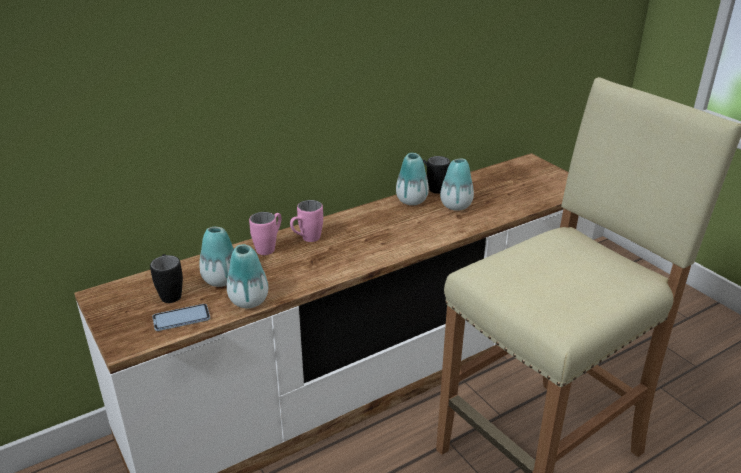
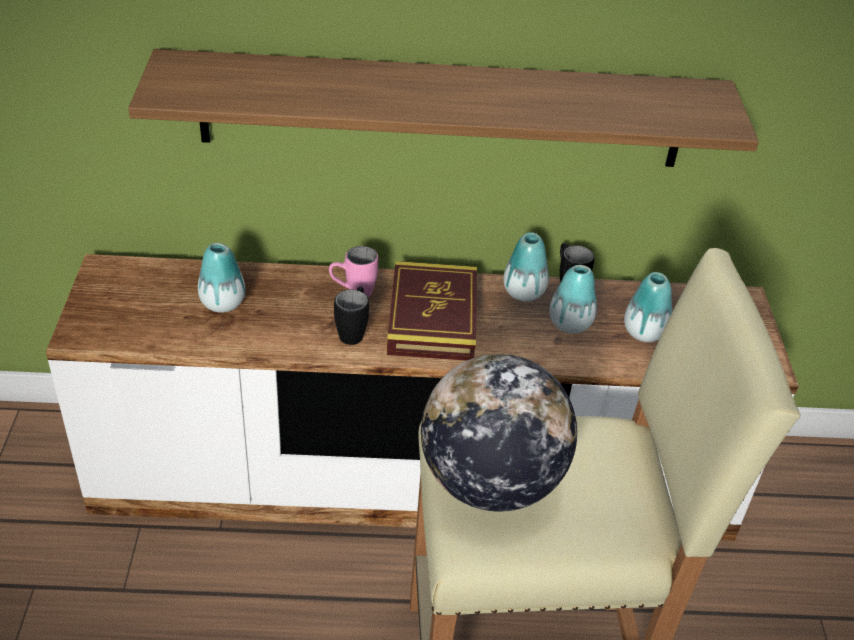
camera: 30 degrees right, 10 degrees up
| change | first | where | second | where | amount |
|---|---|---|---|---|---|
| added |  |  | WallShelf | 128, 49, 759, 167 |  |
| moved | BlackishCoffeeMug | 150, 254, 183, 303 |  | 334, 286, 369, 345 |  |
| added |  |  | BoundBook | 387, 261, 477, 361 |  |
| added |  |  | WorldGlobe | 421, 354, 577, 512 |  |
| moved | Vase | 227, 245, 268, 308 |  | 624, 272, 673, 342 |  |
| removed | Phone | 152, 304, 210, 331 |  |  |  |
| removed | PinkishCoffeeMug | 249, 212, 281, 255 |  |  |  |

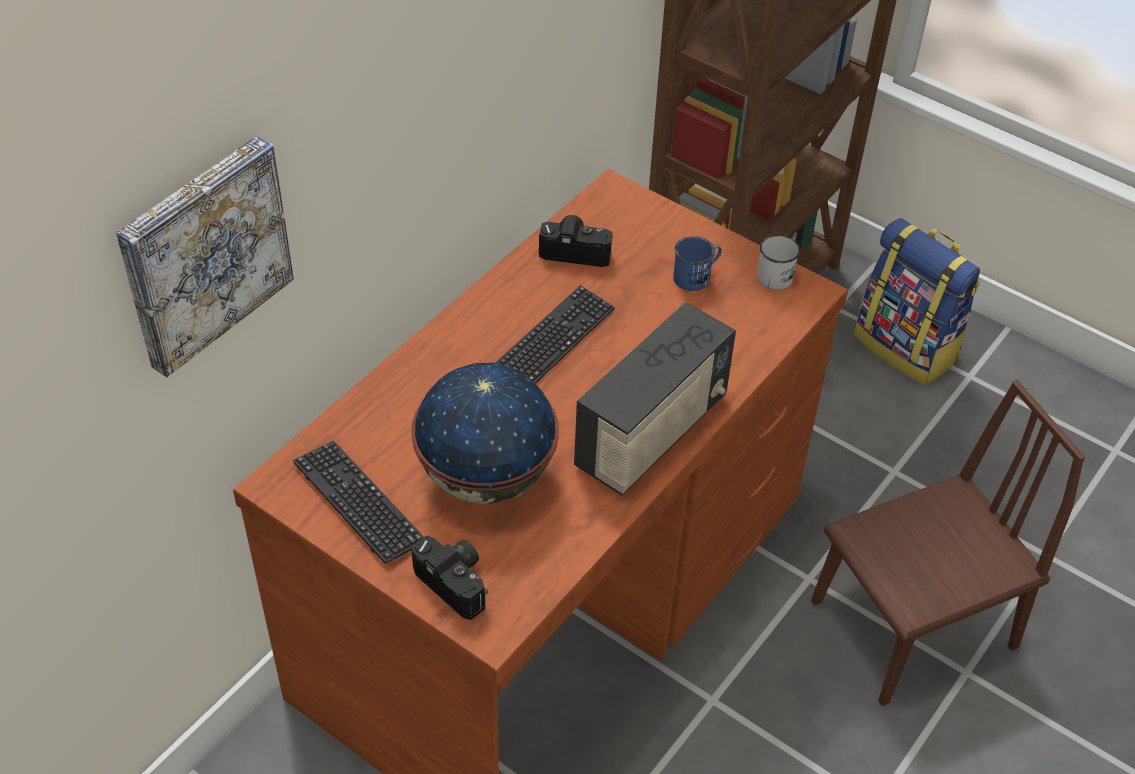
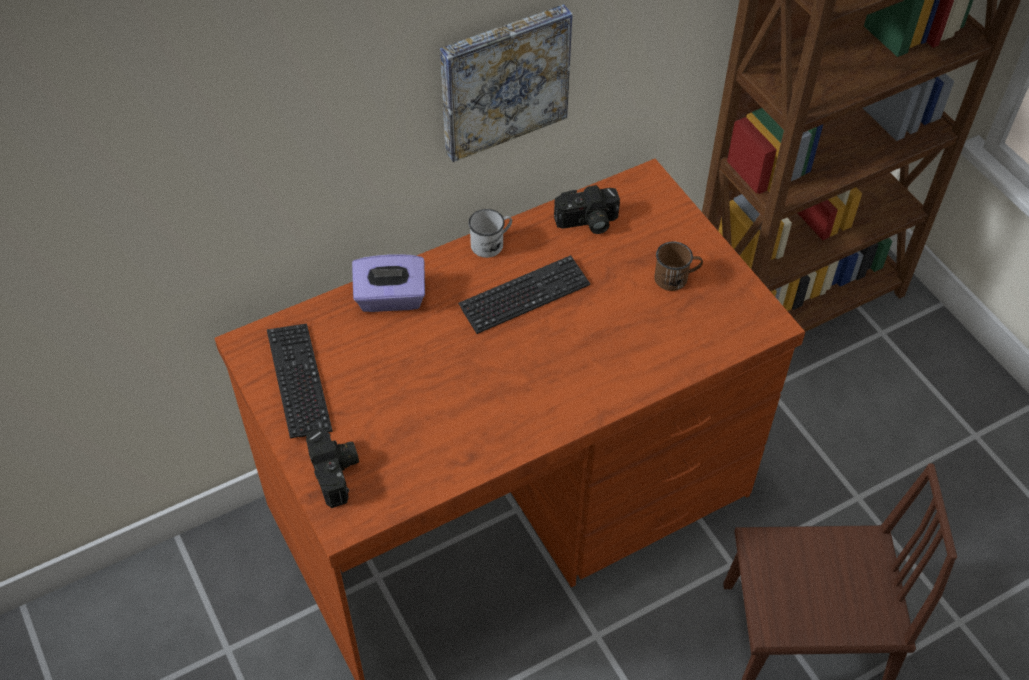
camera: 25 degrees right, 5 degrees up
| change | first | where | second | where | amount |
|---|---|---|---|---|---|
| added |  |  | PurpleTissueBox | 352, 254, 425, 312 |  |
| moved | Picture | 116, 136, 294, 377 |  | 440, 4, 572, 162 |  |
| moved | WhitishCoffeeMug | 757, 235, 800, 290 |  | 468, 209, 512, 258 |  |
| turned | StillCamera | 539, 215, 613, 267 |  | 554, 185, 620, 234 | 135 degrees clockwise |
| recoloured | BlueCoffeeMug | 673, 236, 722, 291 | BrownishCoffeeMug | 654, 242, 703, 291 |  |
| removed | WorldGlobe | 411, 363, 559, 504 |  |  |  |
| removed | RadioReceiver | 574, 302, 736, 496 |  |  |  |
| removed | Backpack | 854, 218, 980, 385 |  |  |  |

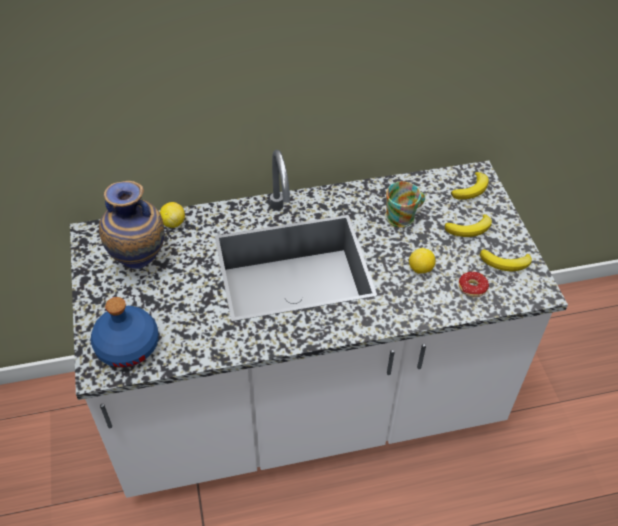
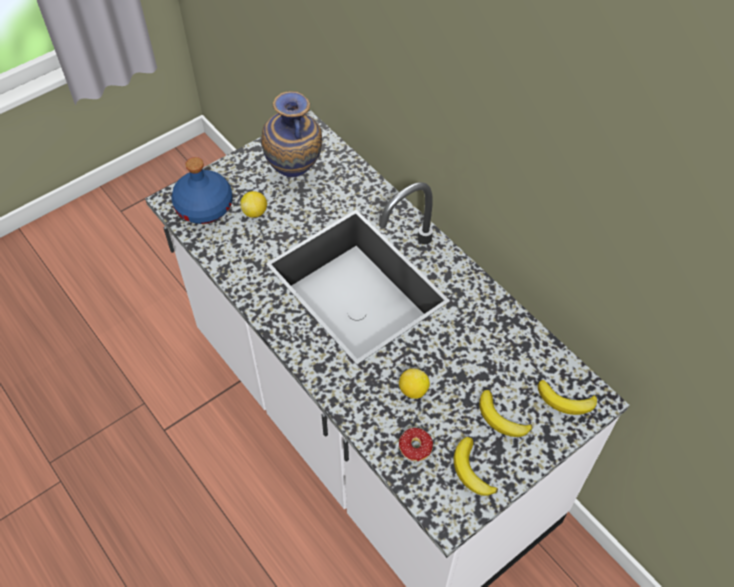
camera: 65 degrees right, 5 degrees up
| change | first | where | second | where | amount |
|---|---|---|---|---|---|
| moved | Lemon | 160, 202, 185, 228 |  | 240, 191, 267, 218 |  |
| removed | CoffeeMug | 386, 182, 425, 228 |  |  |  |

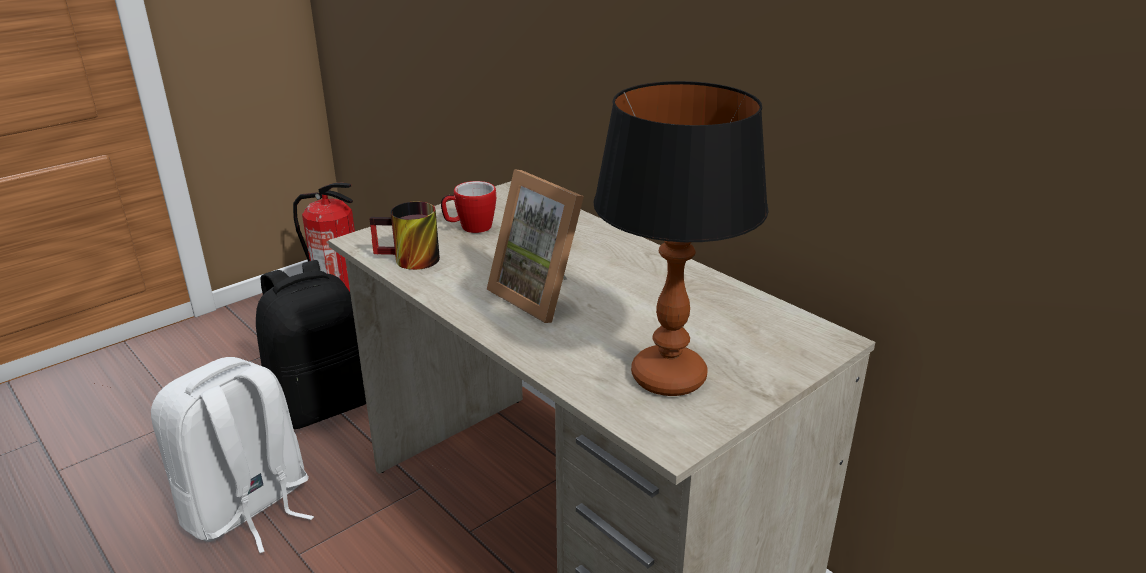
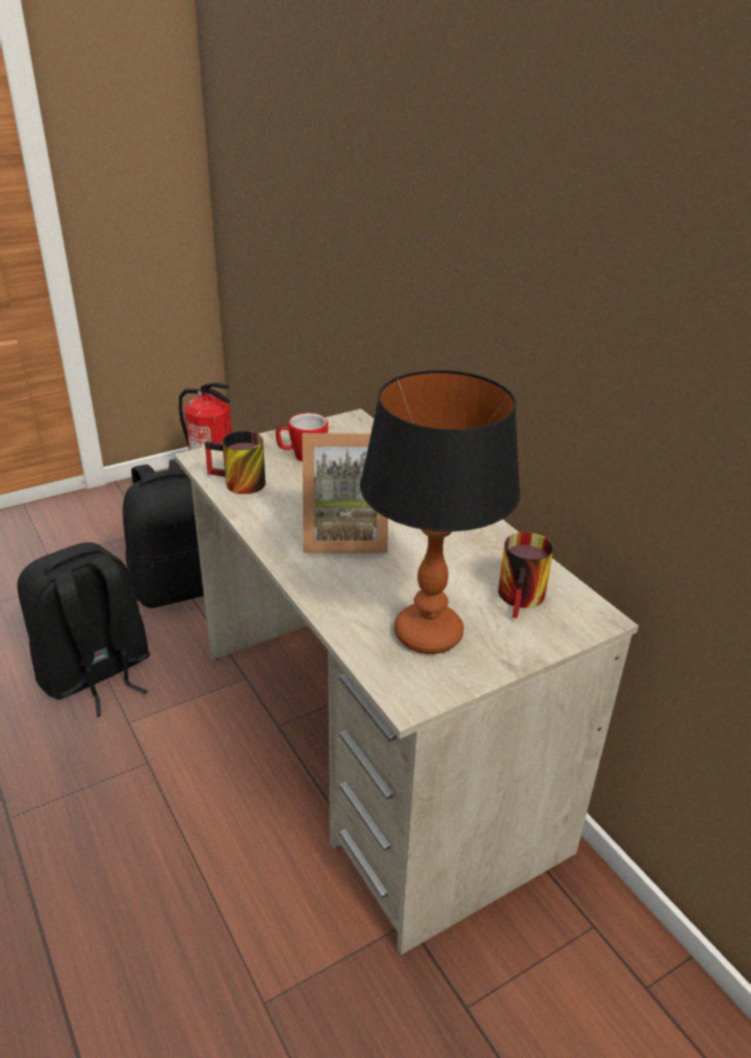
camera: 10 degrees right, 5 degrees up
| change | first | where | second | where | amount |
|---|---|---|---|---|---|
| recoloured | WhitishBackpack | 151, 357, 314, 553 | BlackishBackpack | 17, 542, 150, 717 |  |
| turned | StandingFrame | 487, 169, 584, 323 |  | 302, 433, 388, 553 | 60 degrees counterclockwise |
| added |  |  | CoffeeMug | 498, 532, 553, 618 |  |

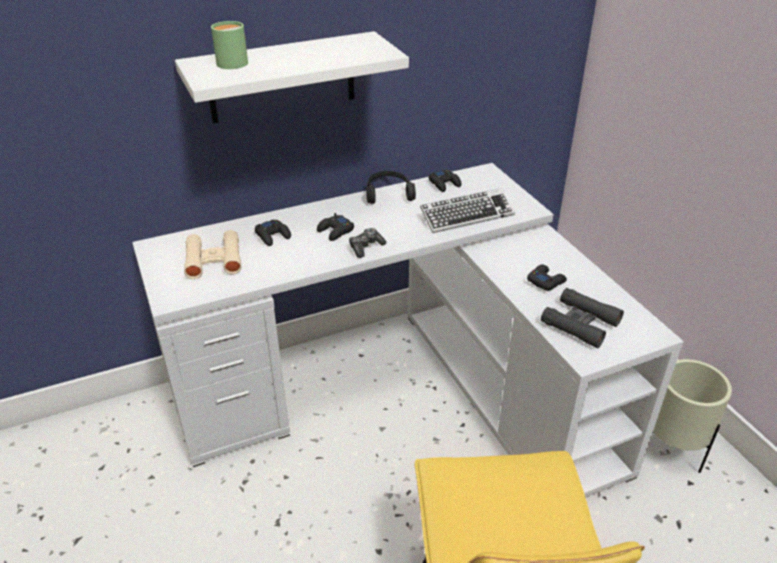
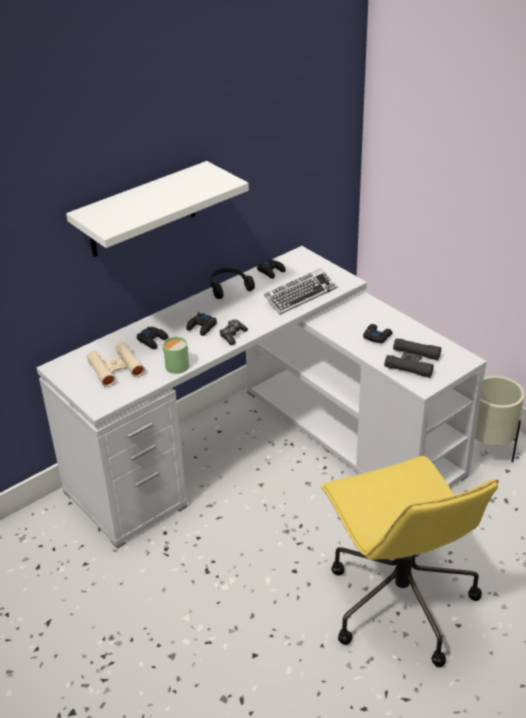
camera: 15 degrees left, 0 degrees up
| change | first | where | second | where | amount |
|---|---|---|---|---|---|
| moved | GreenCoffeeMug | 211, 21, 248, 69 |  | 163, 337, 189, 374 |  |

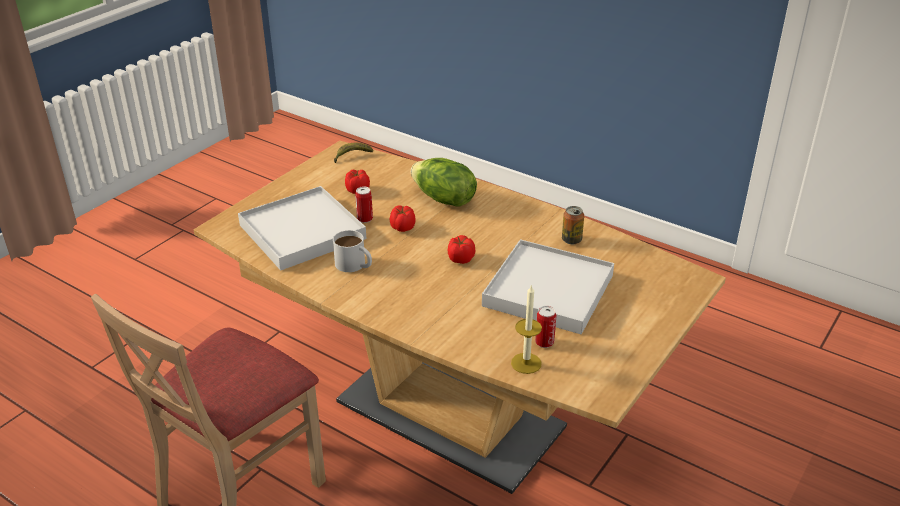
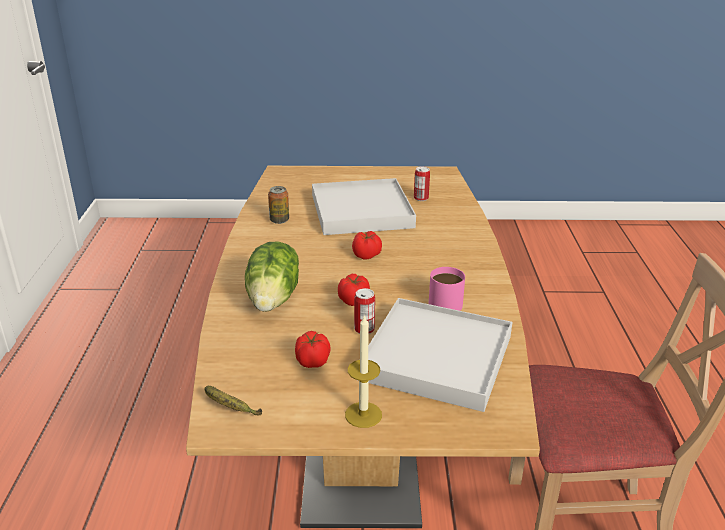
camera: 125 degrees left, 5 degrees down
| change | first | where | second | where | amount |
|---|---|---|---|---|---|
| moved | WaxCandle | 511, 284, 542, 374 |  | 345, 314, 382, 428 |  |
| recoloured | WhitishCoffeeMug | 333, 230, 372, 272 | PinkishCoffeeMug | 429, 267, 465, 311 |  |

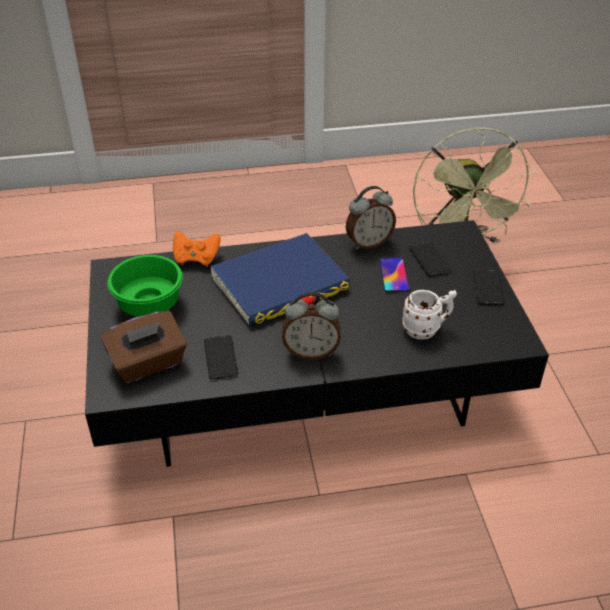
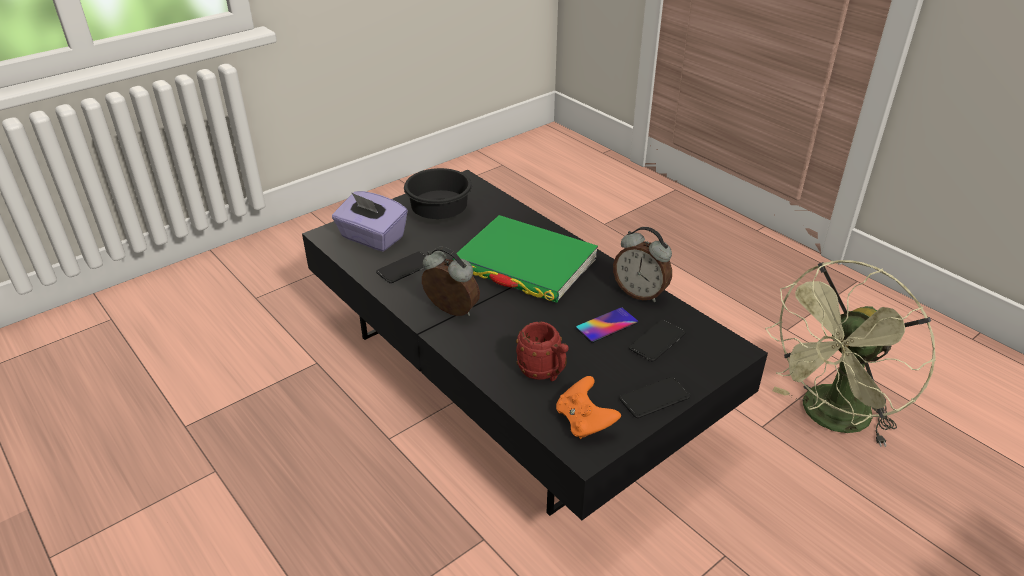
camera: 60 degrees right, 5 degrees down
| change | first | where | second | where | amount |
|---|---|---|---|---|---|
| recoloured | BrownishTissueBox | 100, 311, 187, 383 | PurpleTissueBox | 332, 191, 408, 251 |  |
| recoloured | GreenDeepDish | 107, 255, 183, 317 | BlackishDeepDish | 404, 168, 472, 219 |  |
| turned | TableClock | 282, 292, 341, 360 |  | 422, 247, 480, 316 | 150 degrees clockwise |
| recoloured | BlueBoundBook | 210, 233, 351, 326 | GreenBoundBook | 453, 215, 598, 303 |  |
| recoloured | WhitishCoffeeMug | 402, 290, 457, 340 | RedCoffeeMug | 516, 322, 569, 381 |  |
| moved | OrangeyGameController | 173, 231, 221, 267 |  | 556, 376, 621, 439 |  |

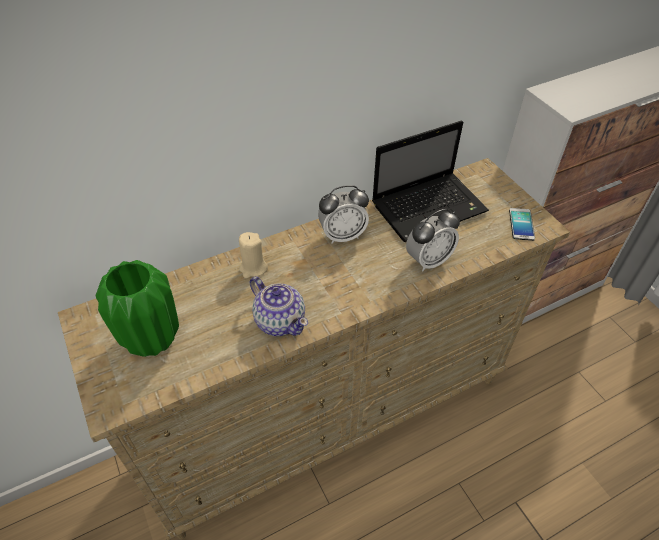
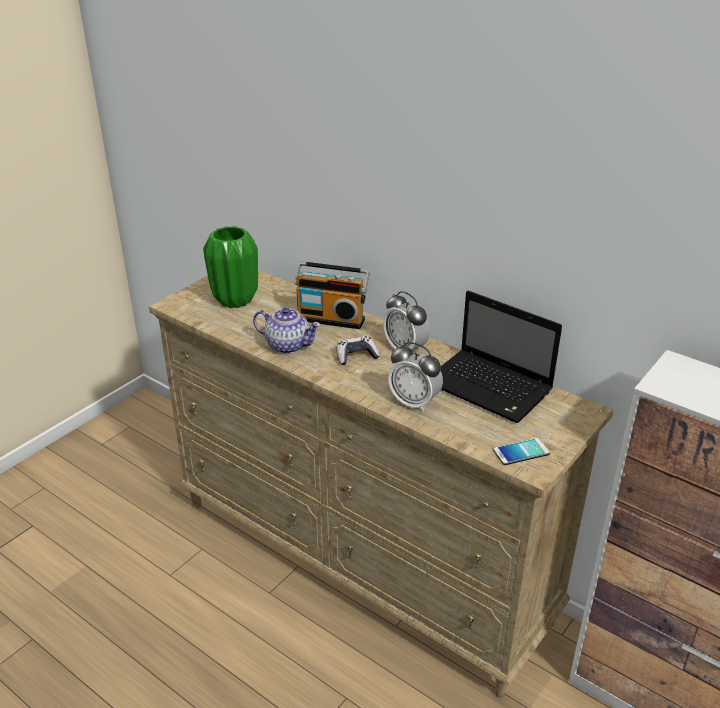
camera: 65 degrees right, 15 degrees down
| change | first | where | second | where | amount |
|---|---|---|---|---|---|
| turned | PotForTea | 250, 276, 308, 336 |  | 253, 308, 321, 354 | 90 degrees counterclockwise |
| replaced | BeigeWaxCandle | 239, 232, 268, 278 | RadioReceiver | 294, 261, 370, 329 |  |
| added |  |  | GameController | 337, 336, 380, 365 |  |

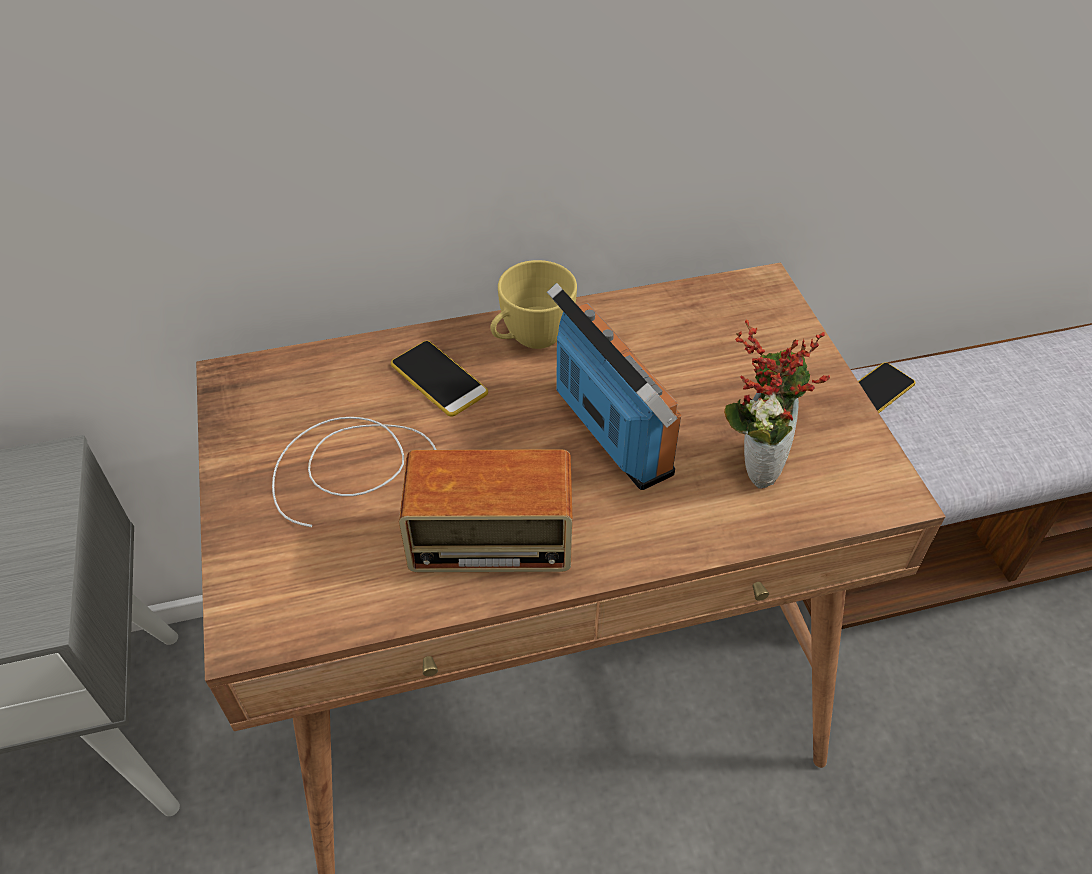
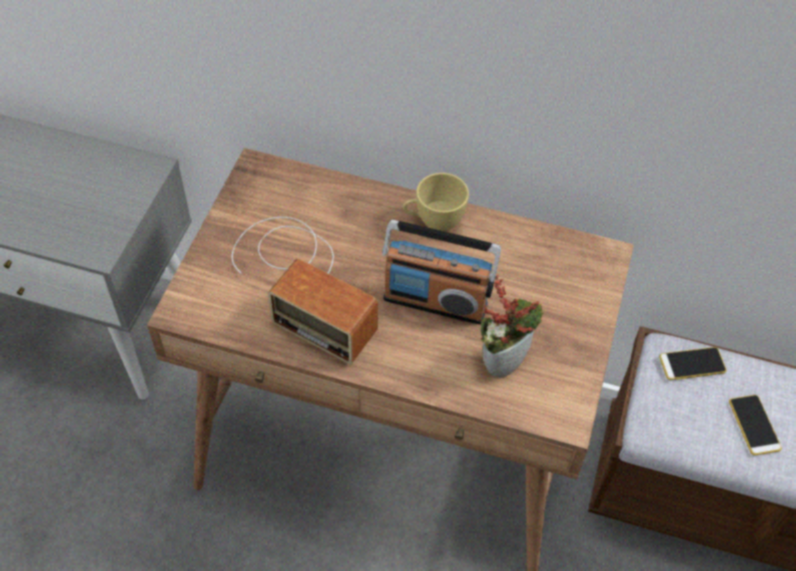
camera: 30 degrees right, 5 degrees up
| change | first | where | second | where | amount |
|---|---|---|---|---|---|
| turned | RadioReceiver | 547, 283, 681, 490 |  | 382, 220, 501, 325 | 105 degrees clockwise |
| moved | Phone | 391, 341, 488, 417 |  | 729, 395, 782, 456 |  |

